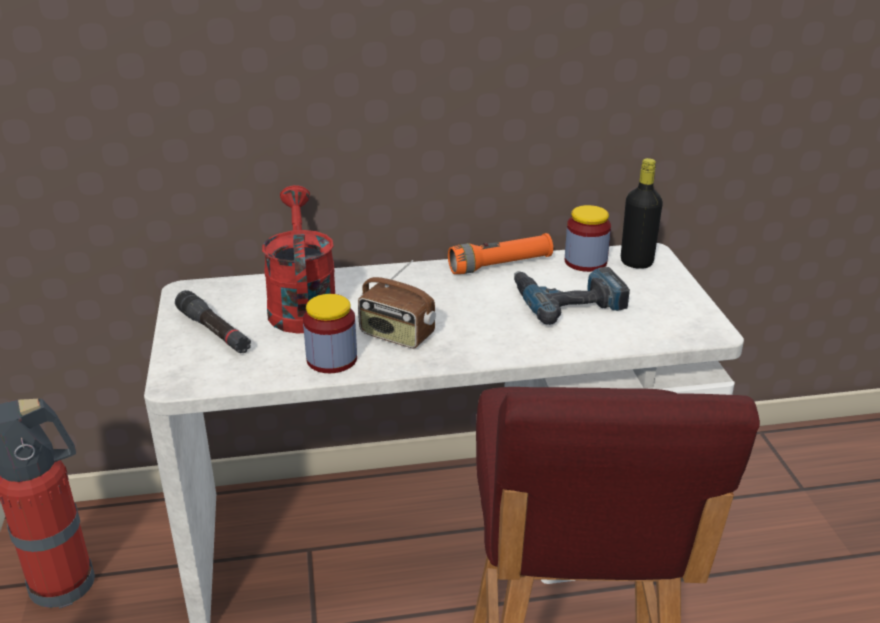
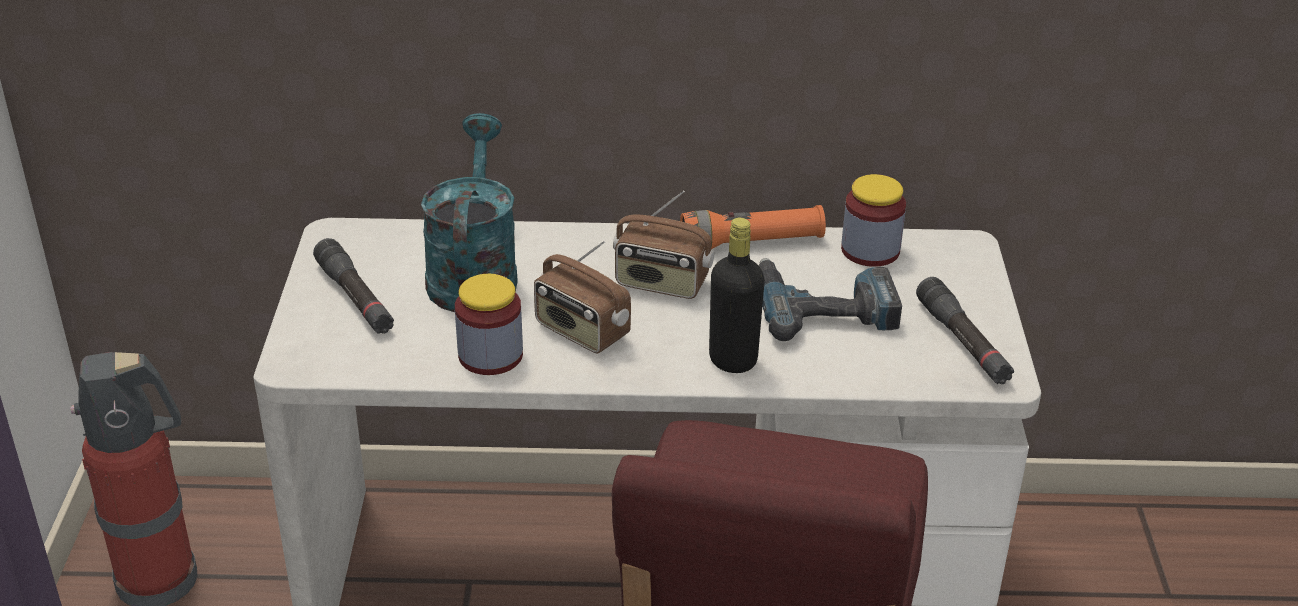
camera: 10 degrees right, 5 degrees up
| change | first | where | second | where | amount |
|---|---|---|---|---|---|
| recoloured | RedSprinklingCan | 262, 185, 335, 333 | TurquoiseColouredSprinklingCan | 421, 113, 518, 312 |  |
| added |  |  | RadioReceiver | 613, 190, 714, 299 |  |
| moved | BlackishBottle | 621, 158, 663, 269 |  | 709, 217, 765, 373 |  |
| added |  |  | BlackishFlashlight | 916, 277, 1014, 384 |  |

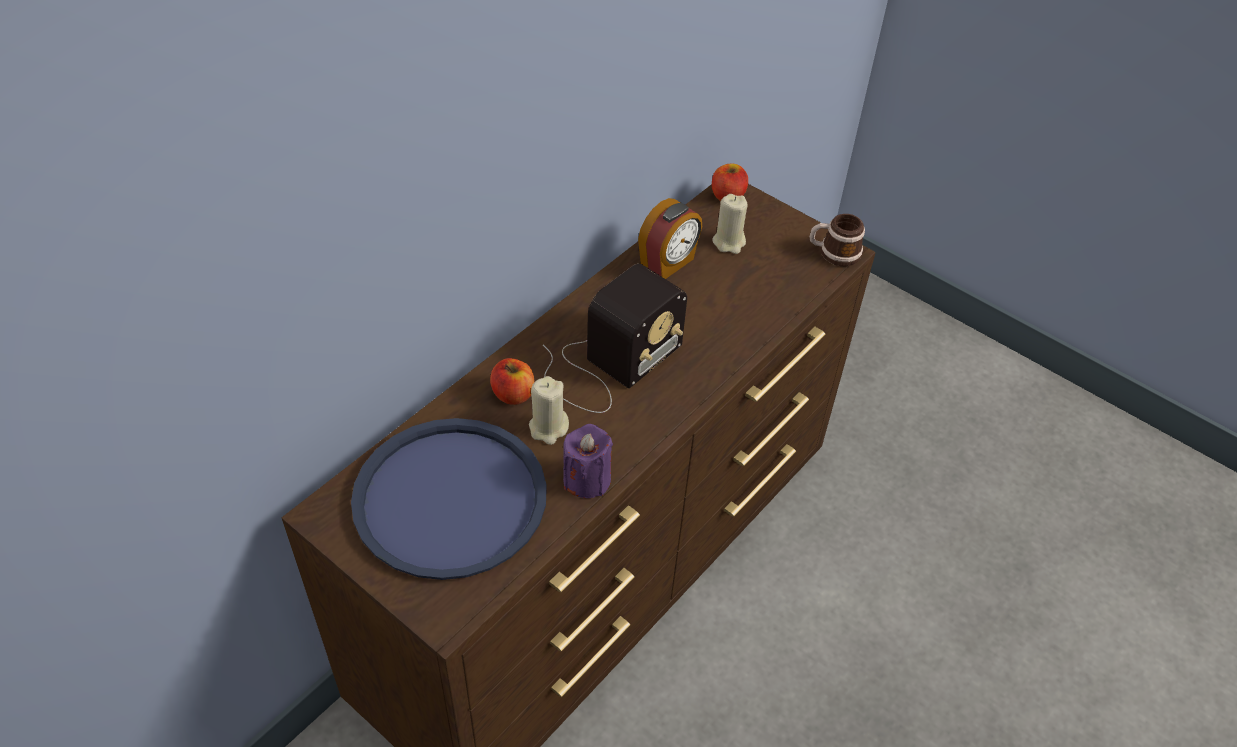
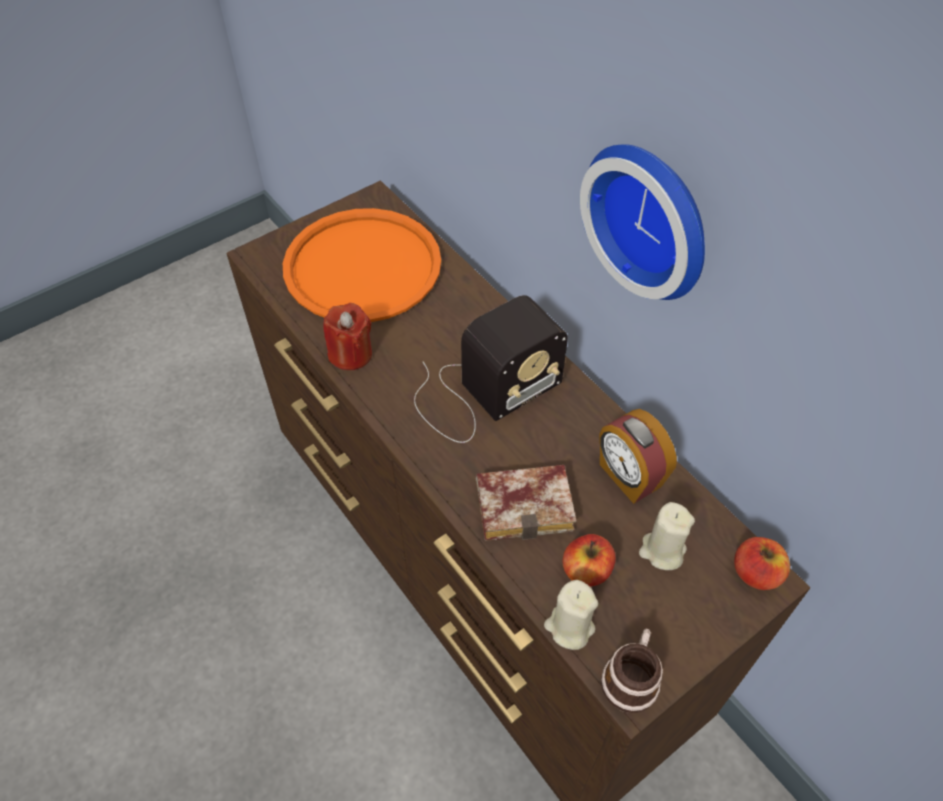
camera: 105 degrees right, 5 degrees up
| change | first | where | second | where | amount |
|---|---|---|---|---|---|
| recoloured | BlueServingTray | 351, 418, 547, 580 | OrangeyServingTray | 283, 208, 441, 322 |  |
| recoloured | PurpleWaxCandle | 563, 424, 613, 498 | RedWaxCandle | 323, 303, 372, 370 |  |
| turned | RadioReceiver | 543, 264, 687, 413 |  | 414, 295, 568, 443 | 90 degrees counterclockwise |
| added |  |  | BoundBook | 476, 465, 577, 541 |  |
| moved | BeigeWaxCandle | 529, 376, 569, 445 |  | 544, 580, 599, 650 |  |
| moved | WholeApple | 490, 358, 534, 405 |  | 562, 534, 616, 586 |  |
| added |  |  | WallClock | 580, 144, 705, 300 |  |

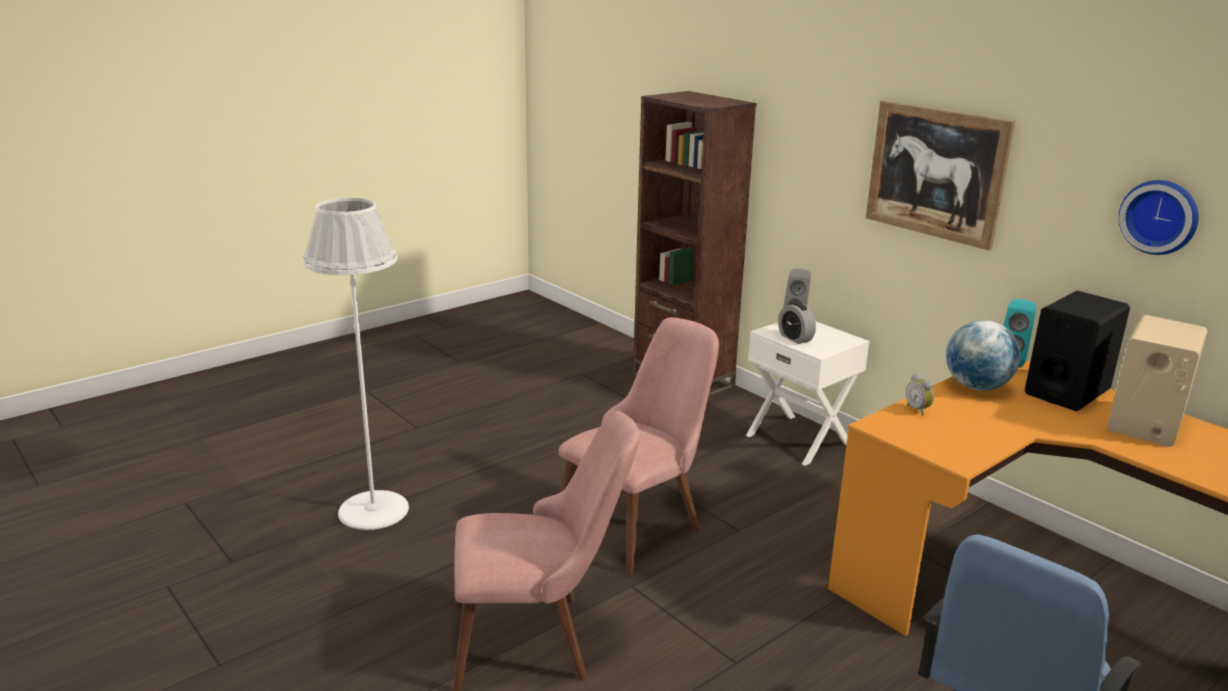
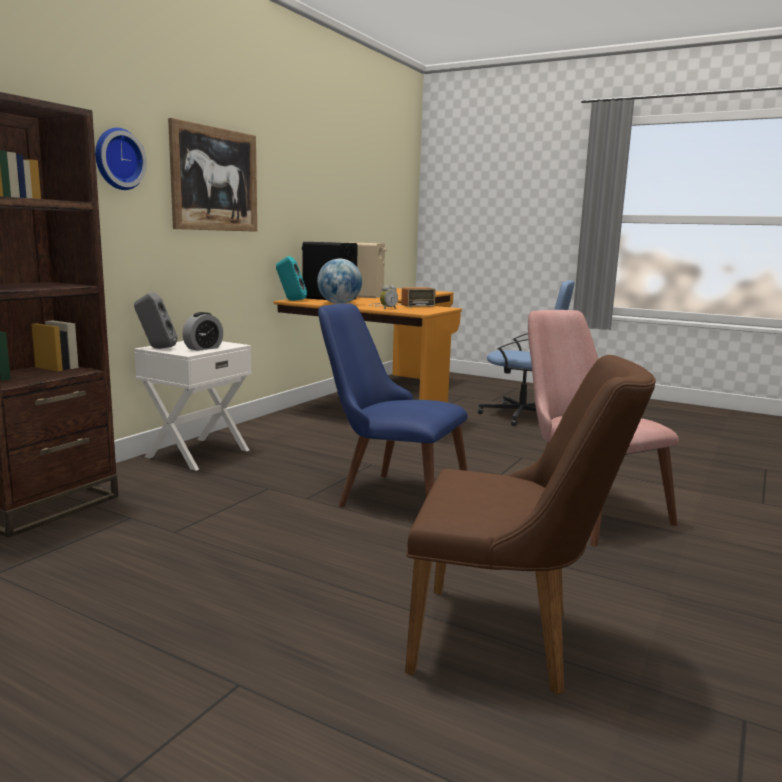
camera: 110 degrees left, 10 degrees down
| change | first | where | second | where | amount |
|---|---|---|---|---|---|
| moved | WallClock | 1118, 180, 1199, 255 |  | 95, 128, 147, 190 |  |
| recoloured | PinkishUprightChair | 558, 317, 719, 575 | BlueUprightChair | 318, 304, 468, 507 |  |
| added |  |  | RadioReceiver | 369, 287, 436, 307 |  |
| replaced | WhitishStandardLamp | 303, 198, 409, 530 | BrownishUprightChair | 405, 355, 656, 695 |  |

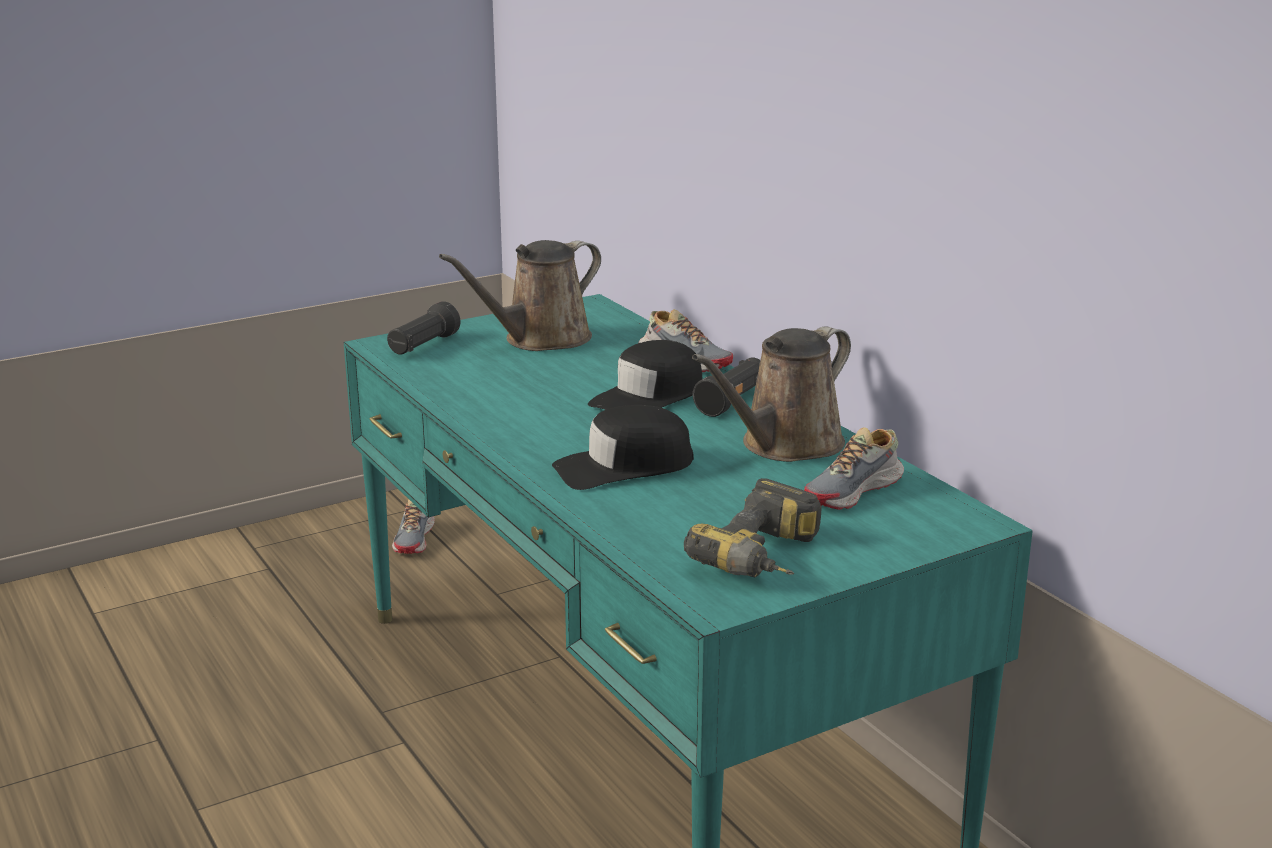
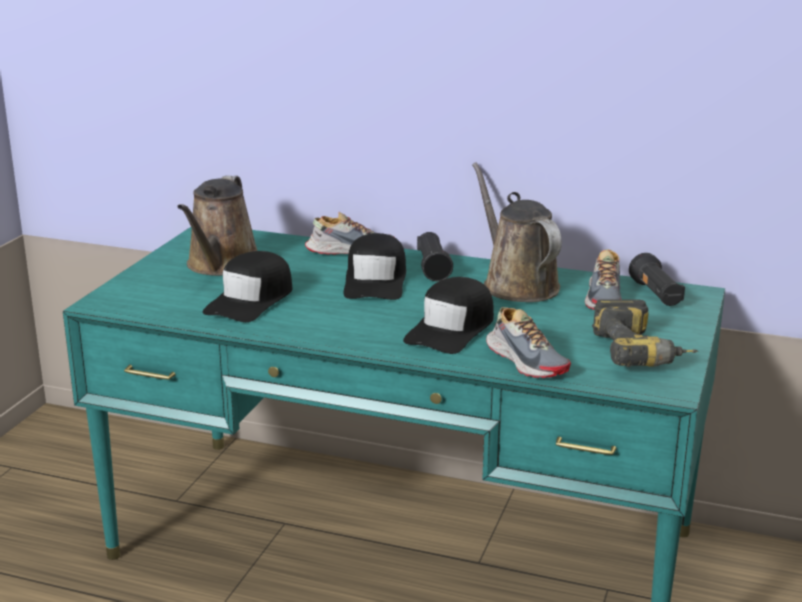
camera: 40 degrees left, 0 degrees up
| change | first | where | second | where | amount |
|---|---|---|---|---|---|
| added |  |  | BlackishBaseballCap | 203, 251, 292, 322 |  |
| turned | BrownishSprinklingCan | 692, 327, 851, 462 |  | 472, 162, 562, 302 | 150 degrees clockwise |
| moved | LowShoe | 392, 500, 435, 554 |  | 486, 307, 571, 378 |  |
| moved | BlackishFlashlight | 387, 301, 460, 355 |  | 629, 253, 685, 306 |  |

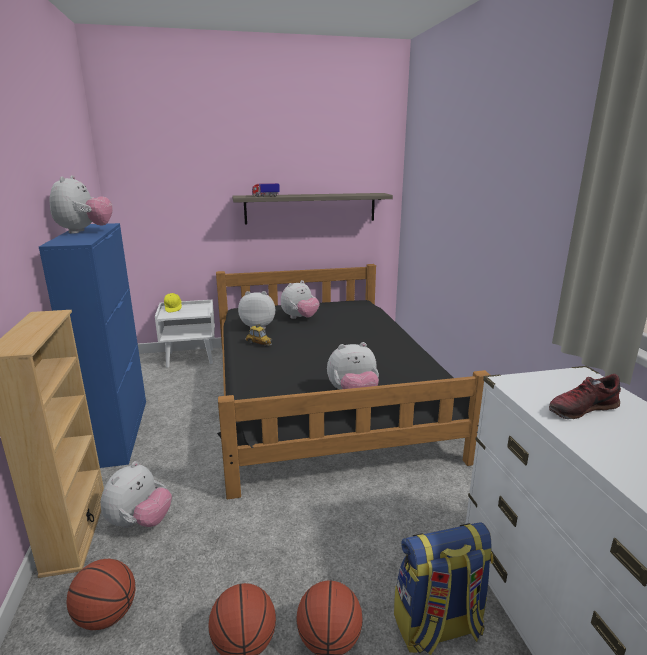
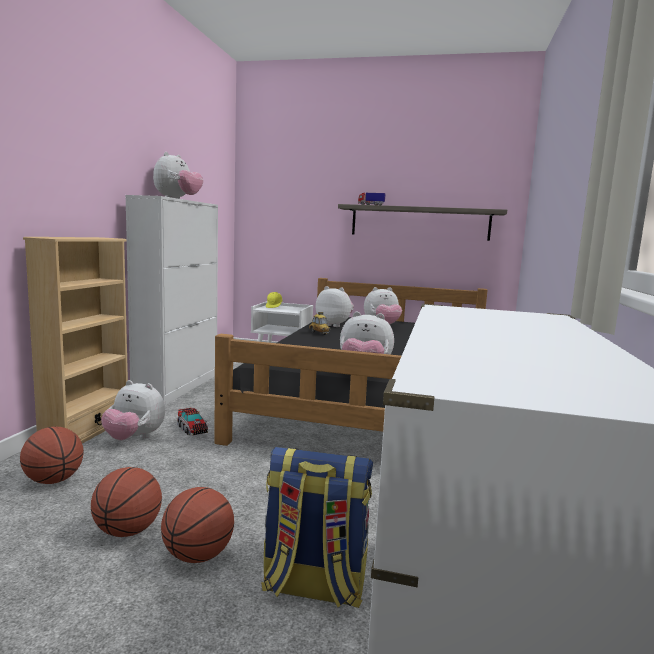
camera: 25 degrees right, 10 degrees down
| change | first | where | second | where | amount |
|---|---|---|---|---|---|
| turned | CuddlyToy | 100, 461, 172, 528 |  | 101, 380, 165, 440 | 60 degrees clockwise |
| recoloured | BlueStorageCabinet | 39, 223, 146, 468 | WhitishStorageCabinet | 125, 195, 218, 405 |  |
| added |  |  | ToyLorry | 177, 408, 208, 435 |  |
| removed | LowShoe | 549, 374, 621, 419 |  |  |  |

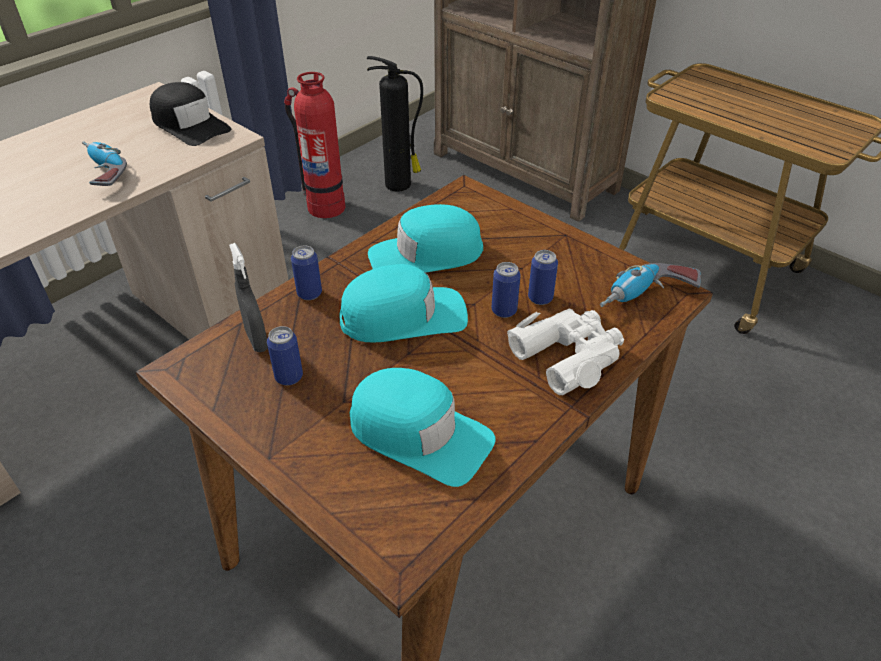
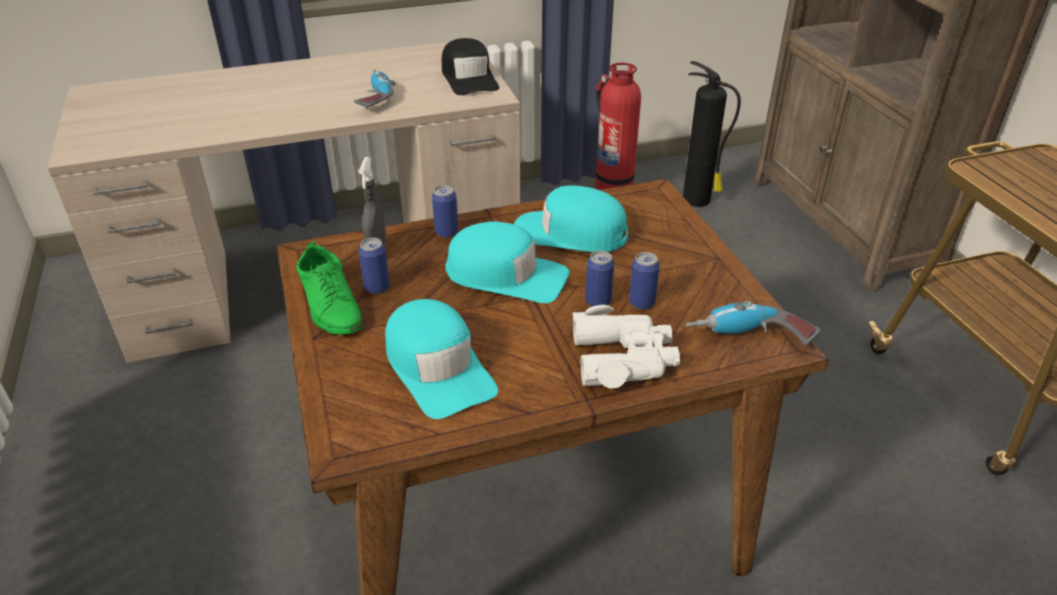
camera: 30 degrees right, 5 degrees down
| change | first | where | second | where | amount |
|---|---|---|---|---|---|
| added |  |  | GreenLowShoe | 297, 242, 363, 335 |  |

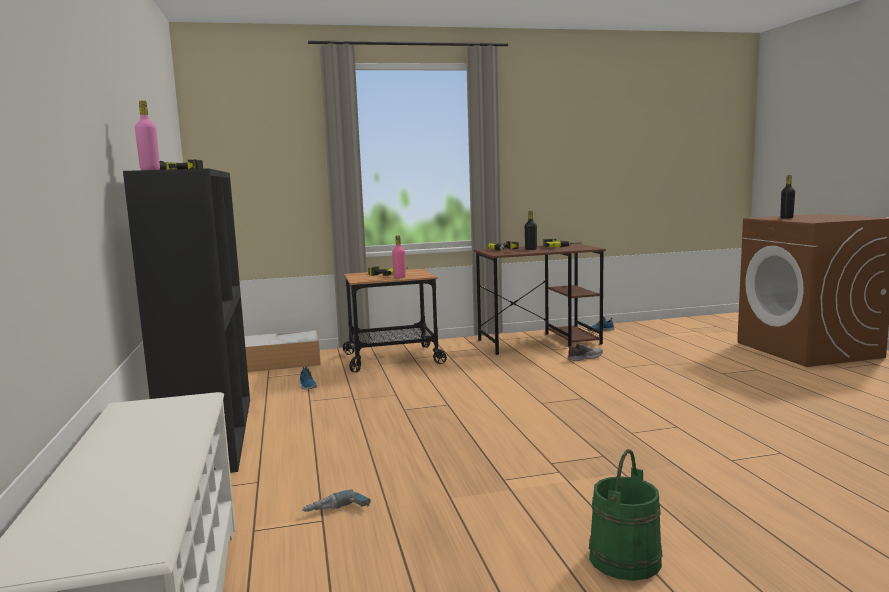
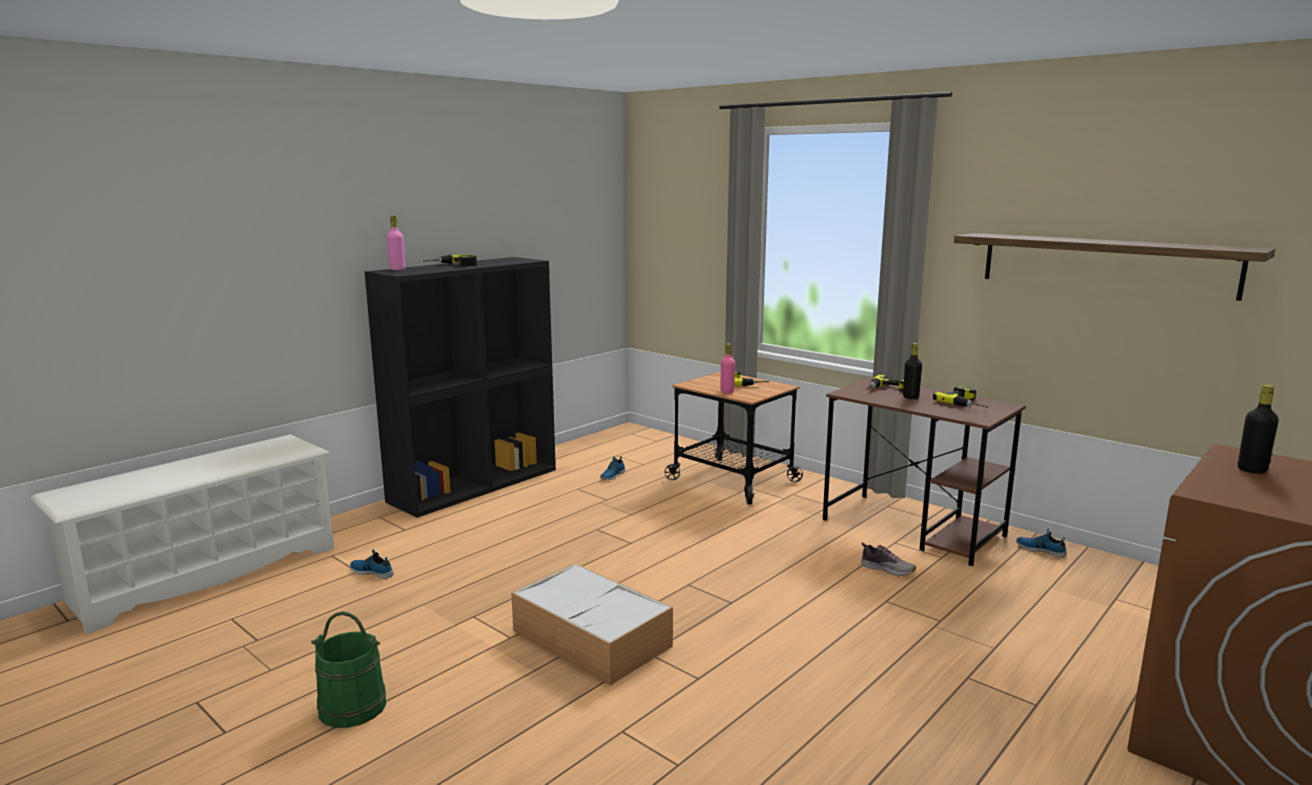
camera: 55 degrees right, 5 degrees up
| change | first | where | second | where | amount |
|---|---|---|---|---|---|
| replaced | ElectricDrill | 302, 490, 371, 512 | LowShoe | 350, 549, 394, 579 |  |
| moved | StorageContainer | 244, 330, 321, 372 |  | 511, 564, 673, 686 |  |
| added |  |  | WallShelf | 954, 233, 1275, 301 |  |

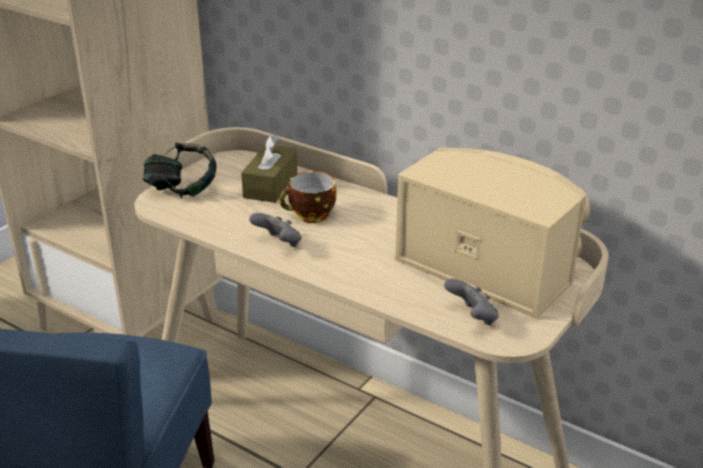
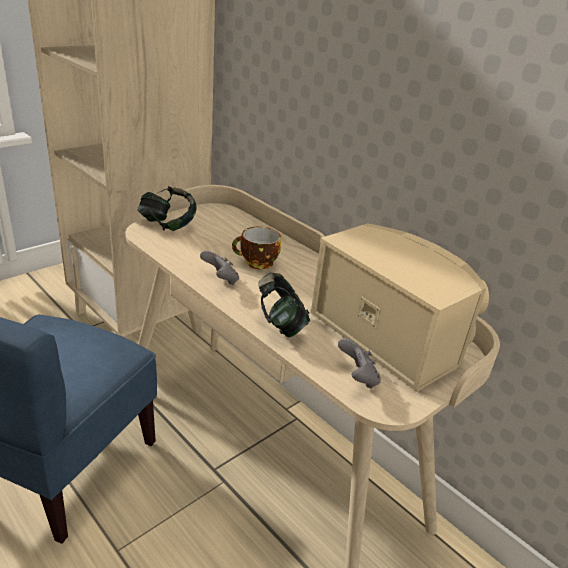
camera: 10 degrees right, 0 degrees up
| change | first | where | second | where | amount |
|---|---|---|---|---|---|
| added |  |  | PairOfHeadphones | 259, 272, 310, 337 |  |
| removed | BrownishTissueBox | 241, 134, 297, 203 |  |  |  |

